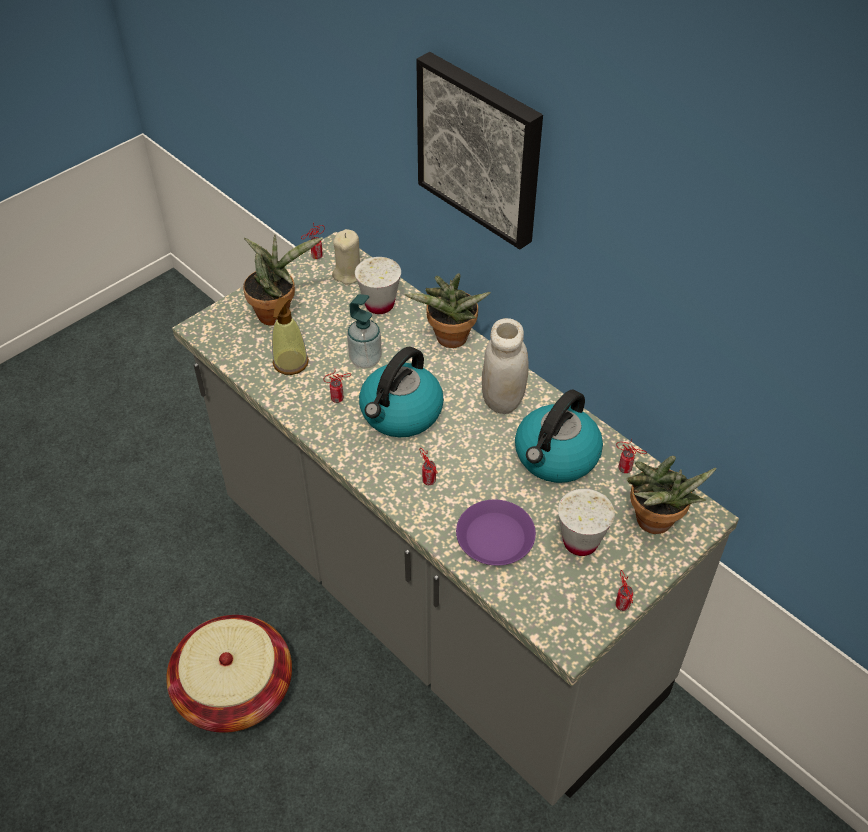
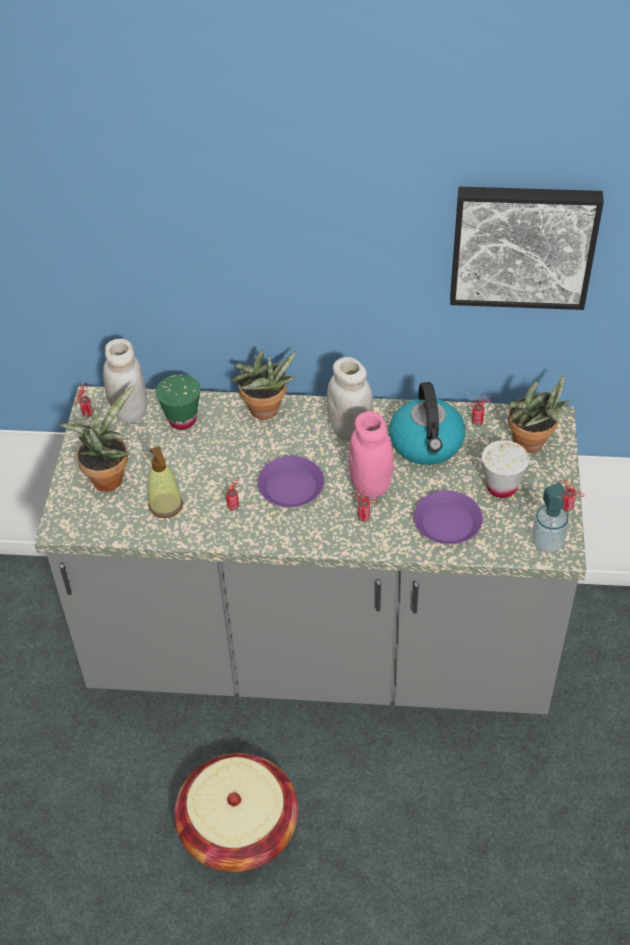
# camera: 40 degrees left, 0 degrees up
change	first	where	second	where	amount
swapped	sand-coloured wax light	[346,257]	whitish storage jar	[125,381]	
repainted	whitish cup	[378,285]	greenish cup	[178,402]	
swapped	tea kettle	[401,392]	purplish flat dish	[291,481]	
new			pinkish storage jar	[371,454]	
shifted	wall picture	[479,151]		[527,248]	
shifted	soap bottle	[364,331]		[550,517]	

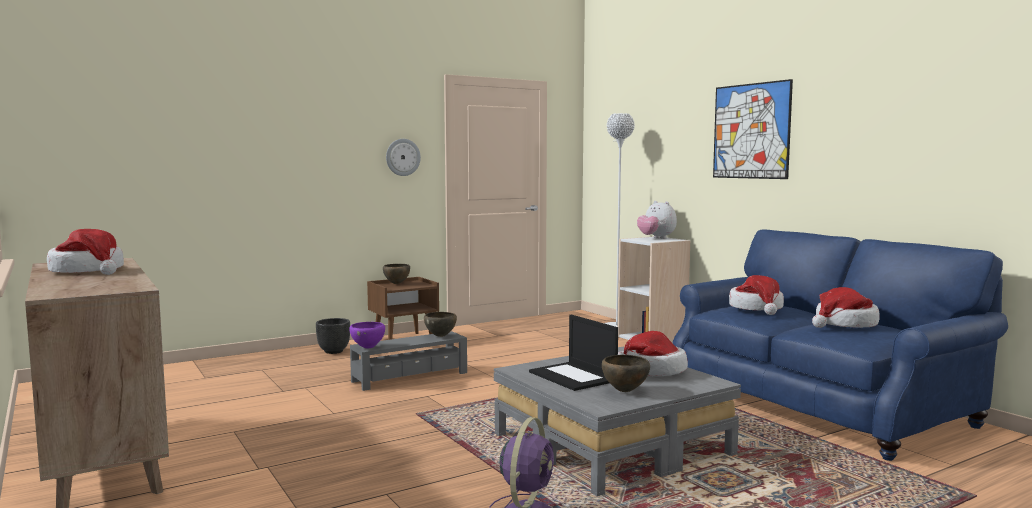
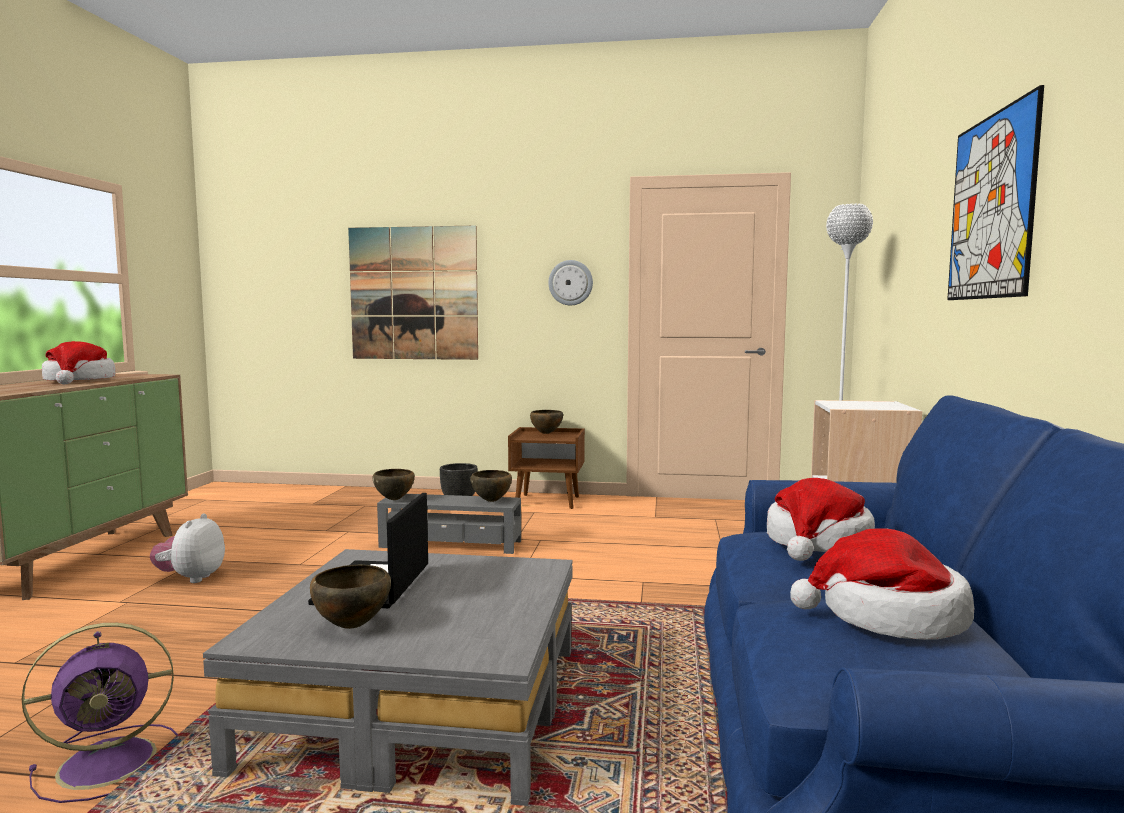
# camera: 40 degrees right, 0 degrees up
change	first	where	second	where	amount
shifted	cuddly toy	[657,220]		[187,548]	
new			wall picture	[413,293]	
repainted	purplish bowl	[367,335]	brown-coloured bowl	[394,484]	
gone	wearable hat	[653,353]			

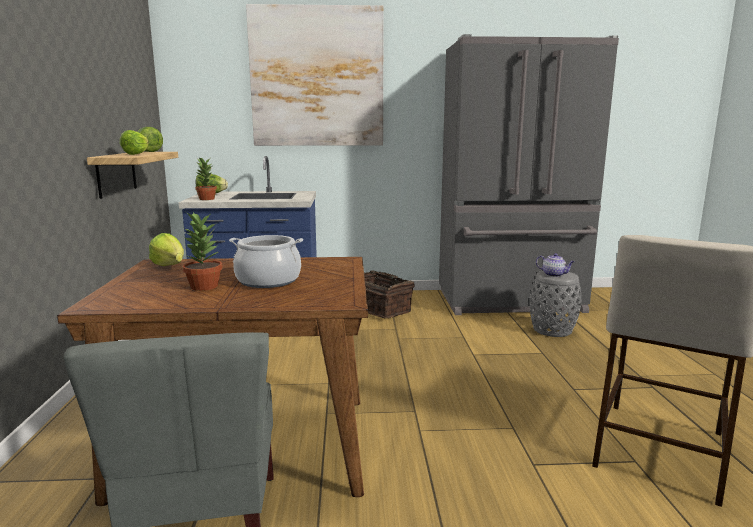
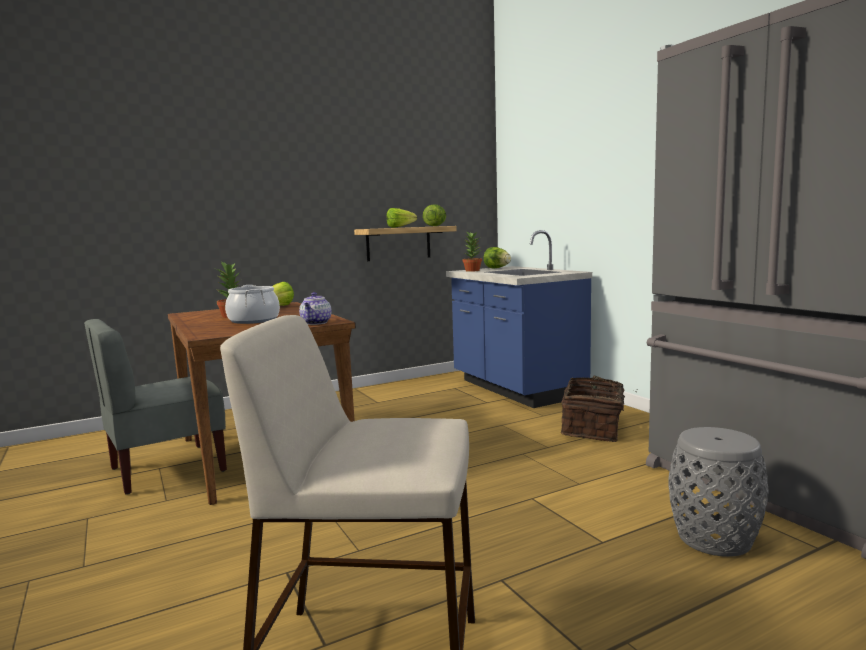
# camera: 65 degrees right, 5 degrees down
change	first	where	second	where	amount
shifted	tea pot	[555,265]		[315,308]	
gone	wall picture	[315,75]			

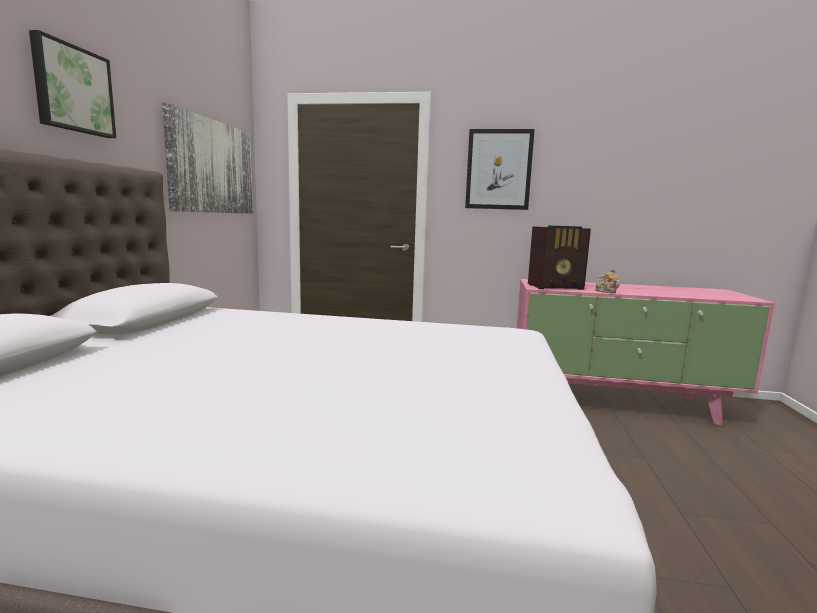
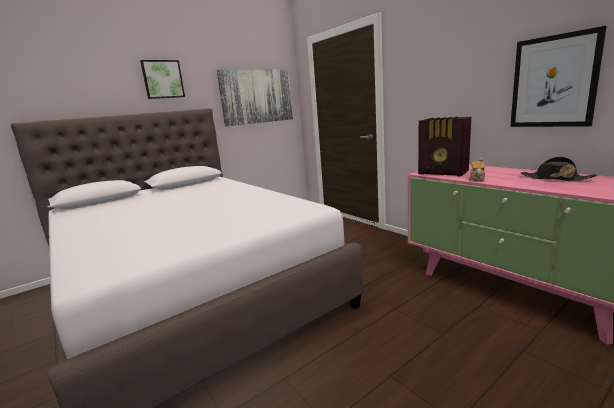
# camera: 45 degrees right, 5 degrees up
change	first	where	second	where	amount
shifted	wall picture	[500,169]		[558,76]	
new			blackish wearable hat	[558,169]	

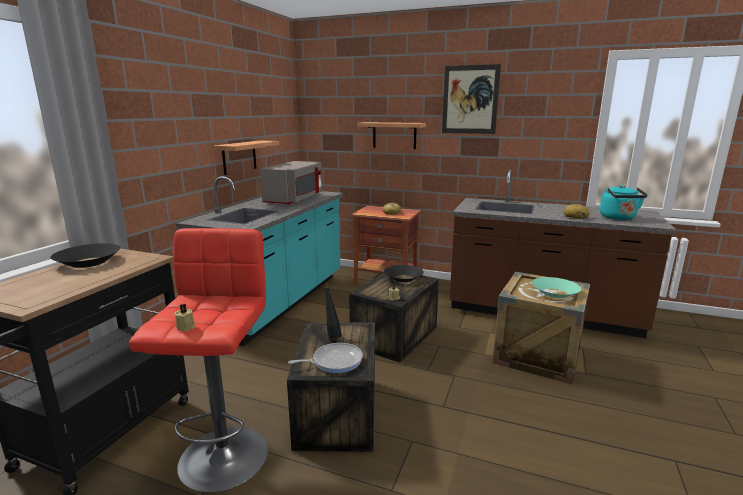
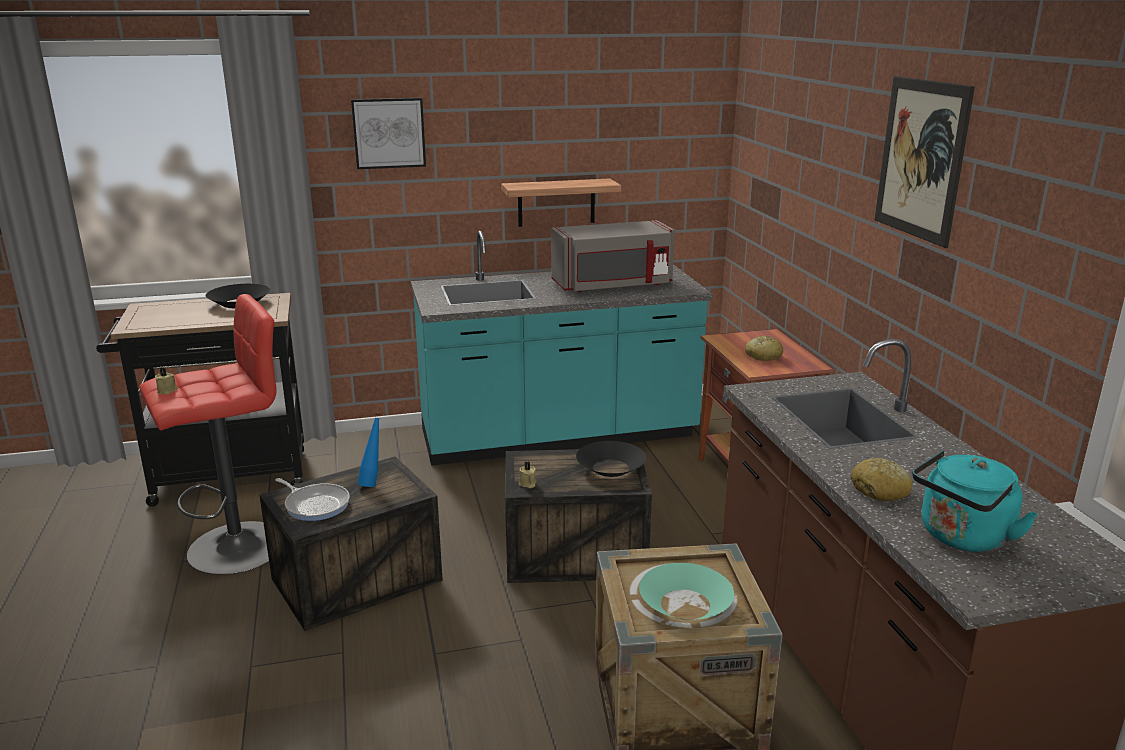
# camera: 55 degrees right, 5 degrees up
change	first	where	second	where	amount
new			wall picture	[388,133]	
repainted	blackish drink bottle	[333,311]	bluish drink bottle	[369,449]	
gone	shelf	[391,135]			

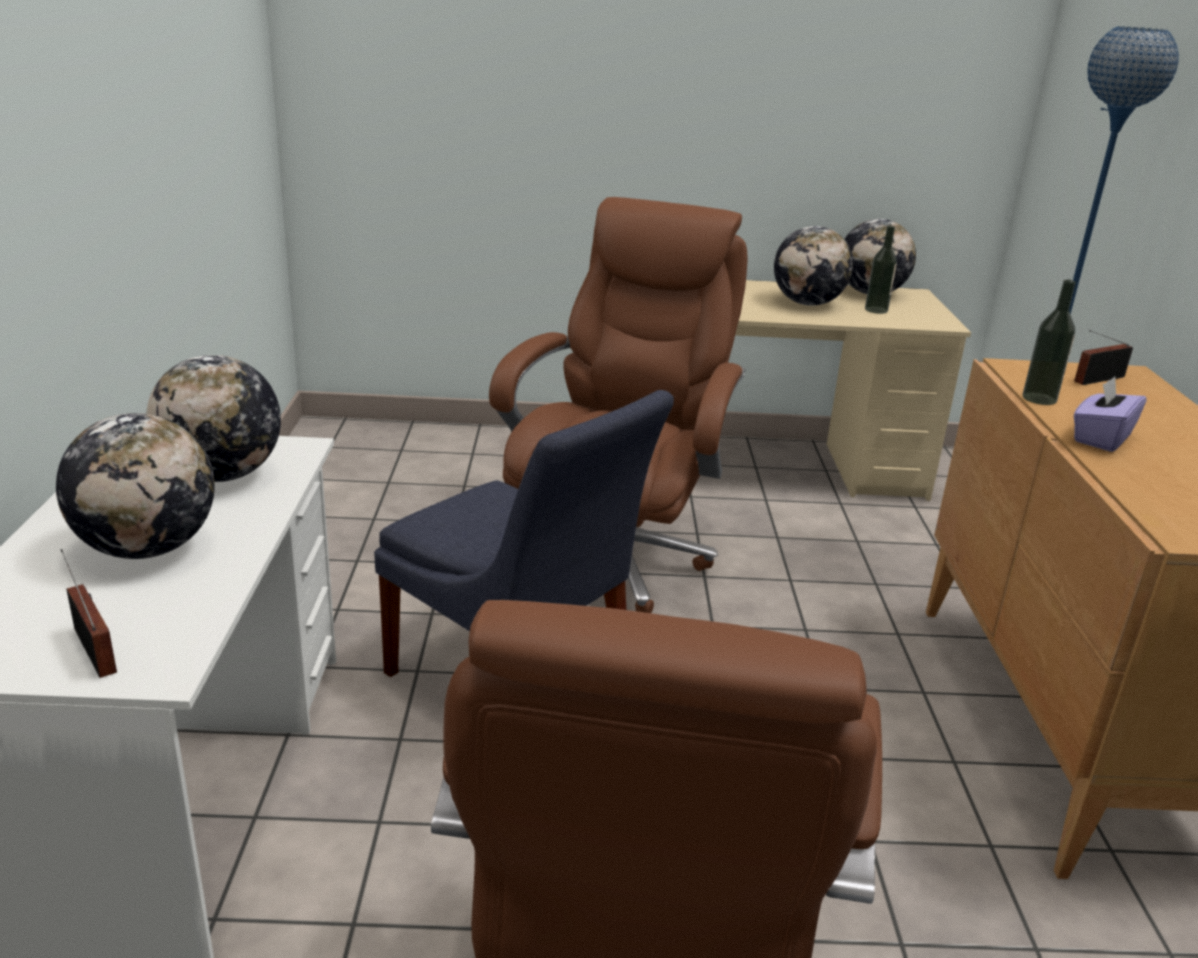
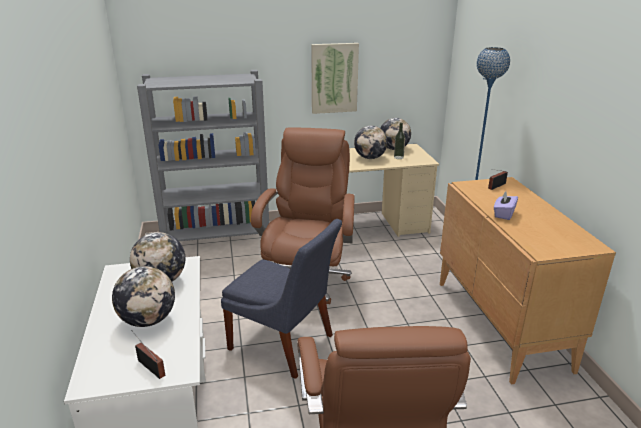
# camera: 10 degrees left, 0 degrees up
change	first	where	second	where	amount
new			gray bookcase	[203,155]	
new			wall picture	[335,78]	
gone	drink bottle	[1049,342]			

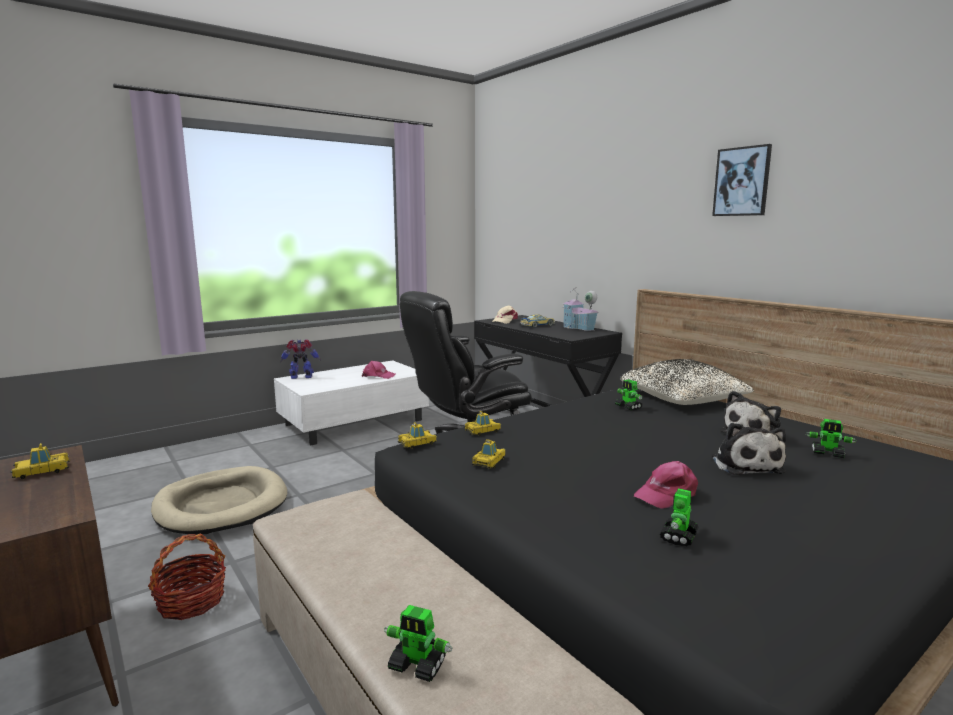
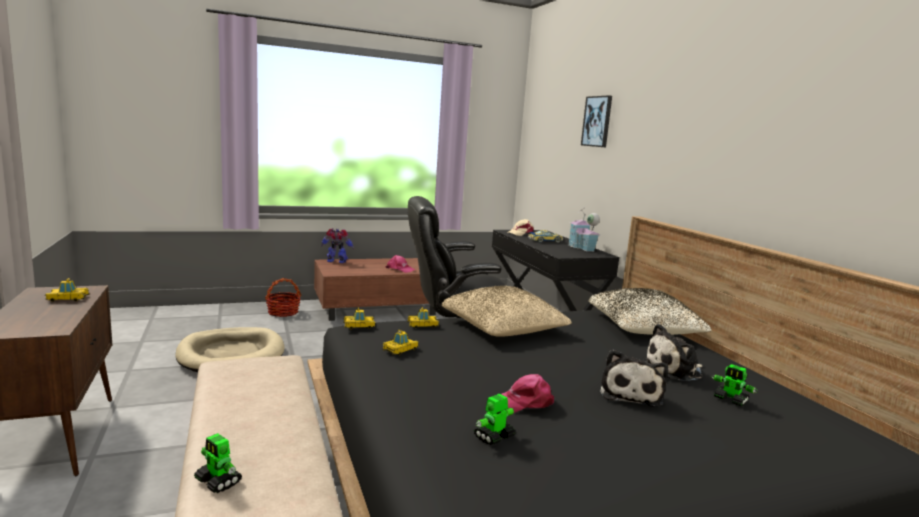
# camera: 15 degrees right, 0 degrees up
change	first	where	second	where	amount
shifted	household basket	[187,576]		[283,297]	
repainted	whitish lounge table	[351,402]	brown-coloured lounge table	[375,289]	
new			sand-coloured cushion	[507,311]	
shifted	wall picture	[742,180]		[596,121]	
gone	model robot	[628,395]			

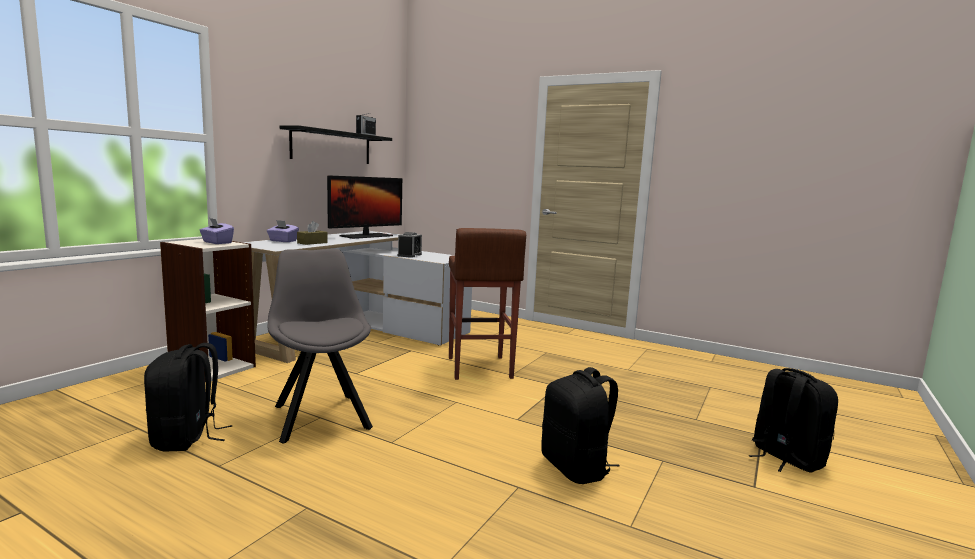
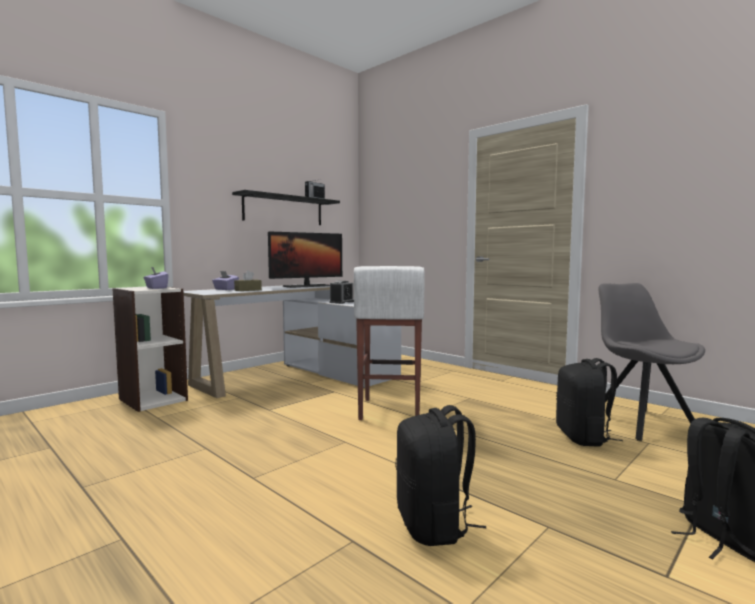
# camera: 15 degrees right, 5 degrees down
change	first	where	second	where	amount
repainted	brown-coloured sitting stool	[487,304]	whitish sitting stool	[389,343]	
shifted	blackish backpack	[188,397]		[589,402]	
shifted	gray plain chair	[320,346]		[651,362]	

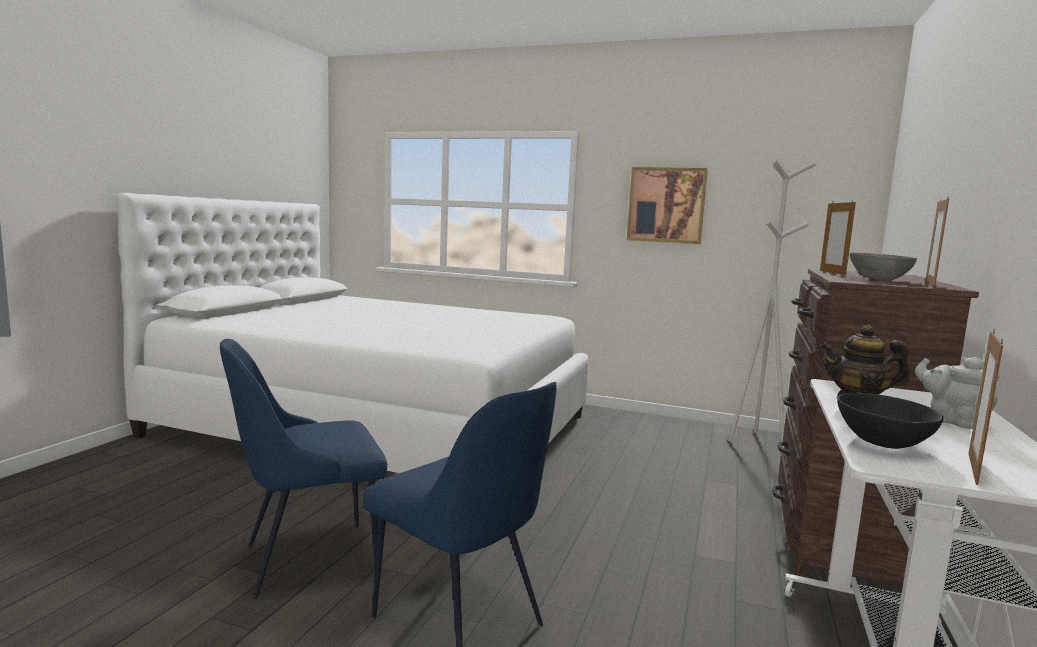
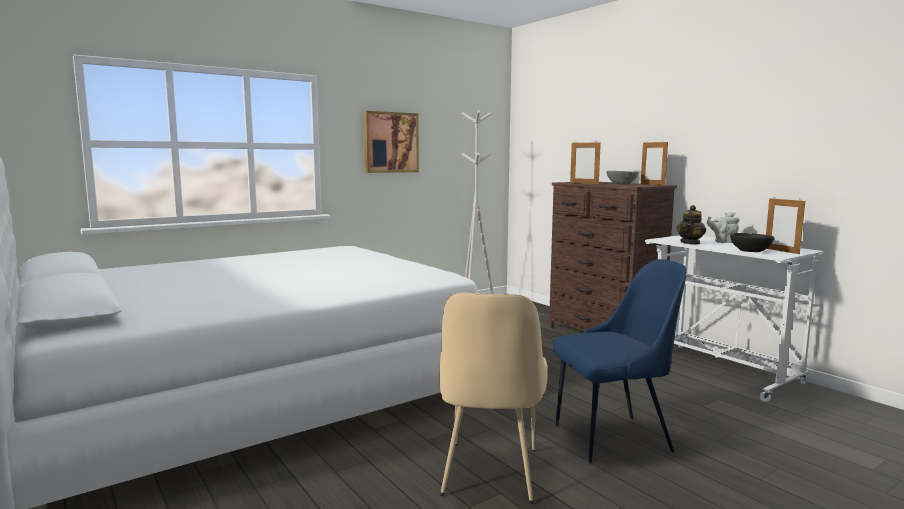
# camera: 55 degrees left, 0 degrees up
change	first	where	second	where	amount
repainted	bluish plain chair	[303,469]	sand-coloured plain chair	[493,398]	

